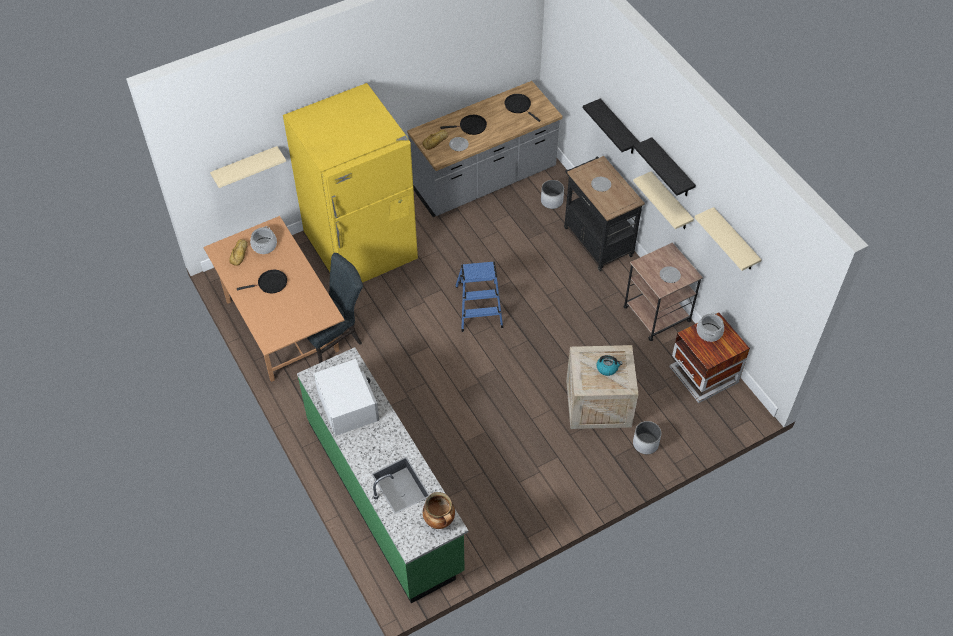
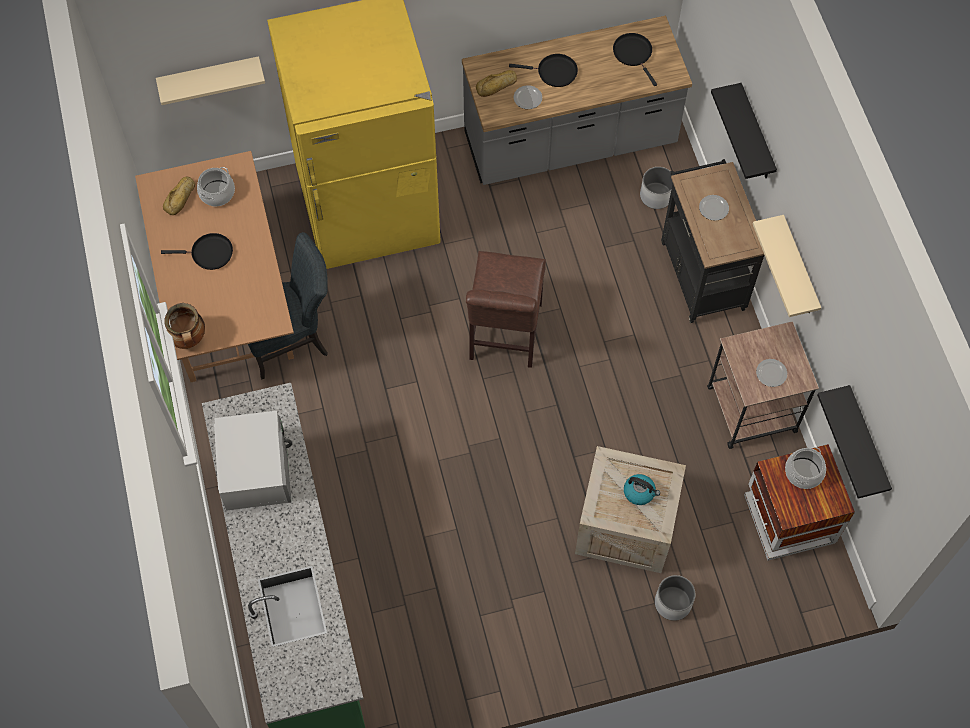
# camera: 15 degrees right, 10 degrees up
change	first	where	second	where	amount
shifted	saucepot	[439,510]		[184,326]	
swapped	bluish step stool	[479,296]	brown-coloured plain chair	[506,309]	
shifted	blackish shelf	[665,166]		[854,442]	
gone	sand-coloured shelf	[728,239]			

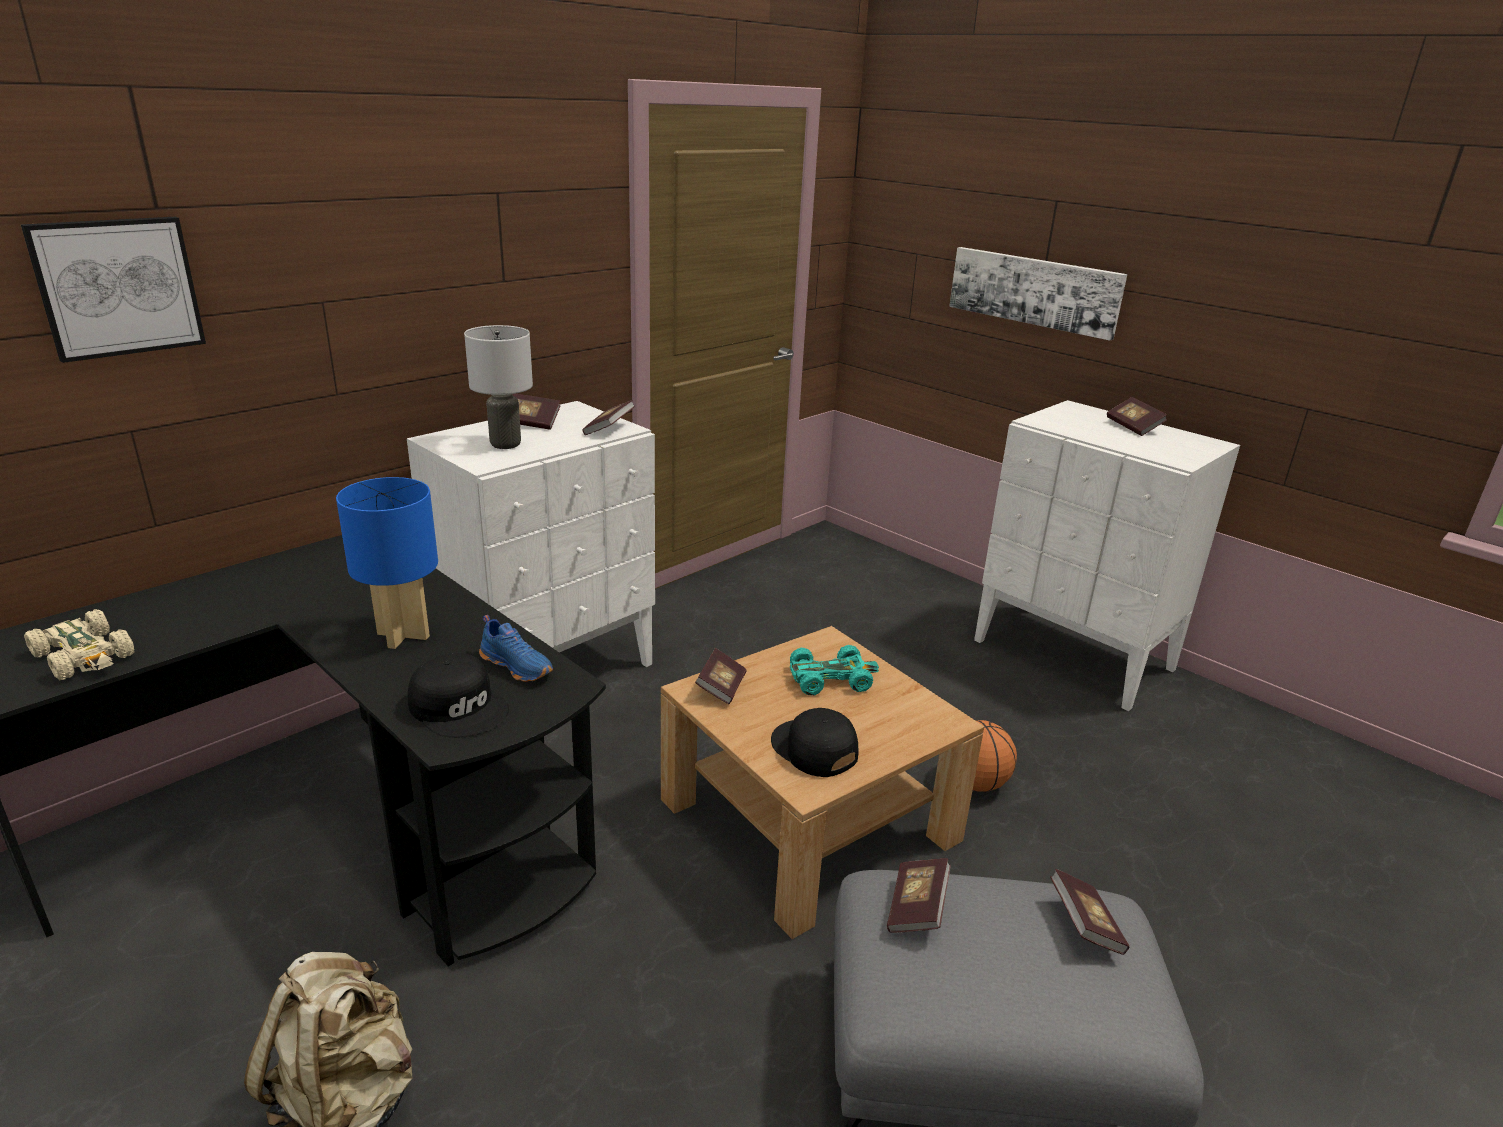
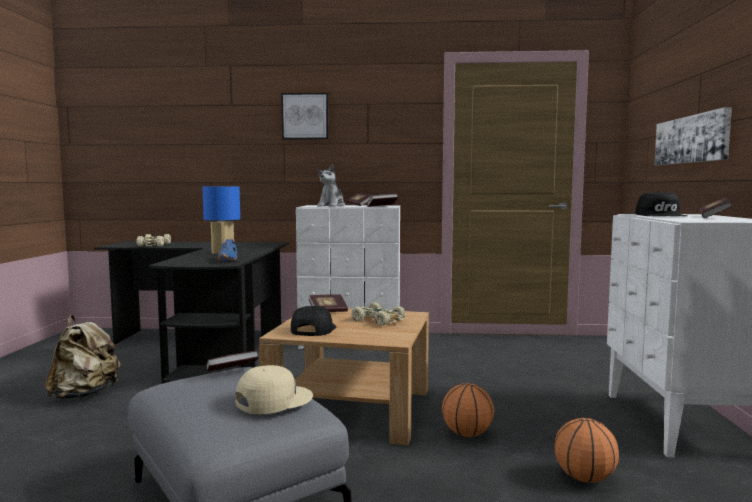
# camera: 50 degrees right, 20 degrees down
change	first	where	second	where	amount
swapped	bound book	[1089,912]	sand-coloured baseball cap	[274,389]	
shifted	wall picture	[113,290]		[305,116]	
swapped	whitish lamp for a table	[498,387]	cuddly toy	[331,185]	
repainted	blue-green miniature car	[834,670]	sand-coloured miniature car	[378,314]	
new			basketball ball	[586,450]	
shifted	blackish baseball cap	[458,695]		[661,203]	

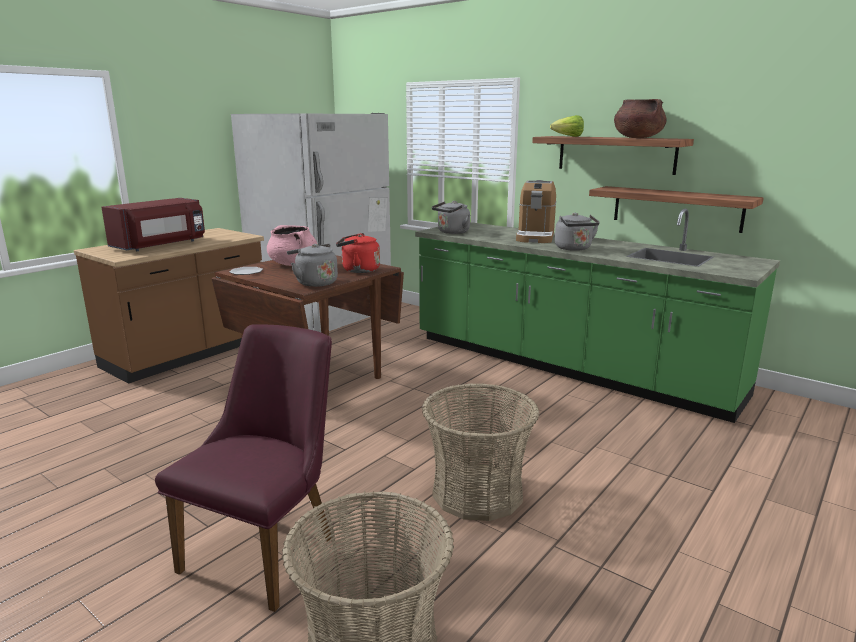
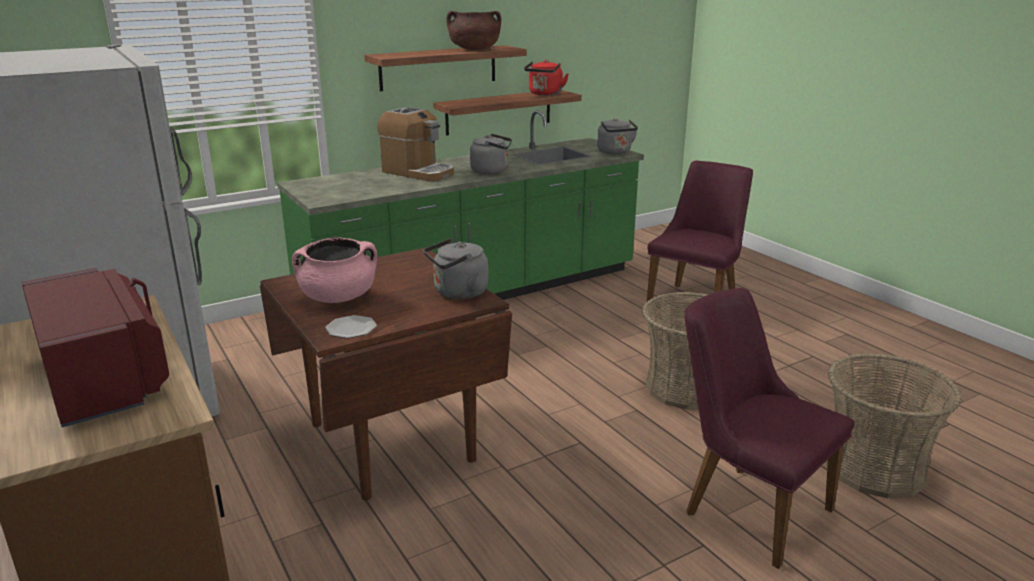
# camera: 70 degrees left, 5 degrees up
change	first	where	second	where	amount
shifted	red-coloured tea kettle	[358,253]		[546,77]	
shifted	gray tea kettle	[451,217]		[617,136]	
new			purplish plain chair	[700,233]	
gone	lettuce head	[567,126]			

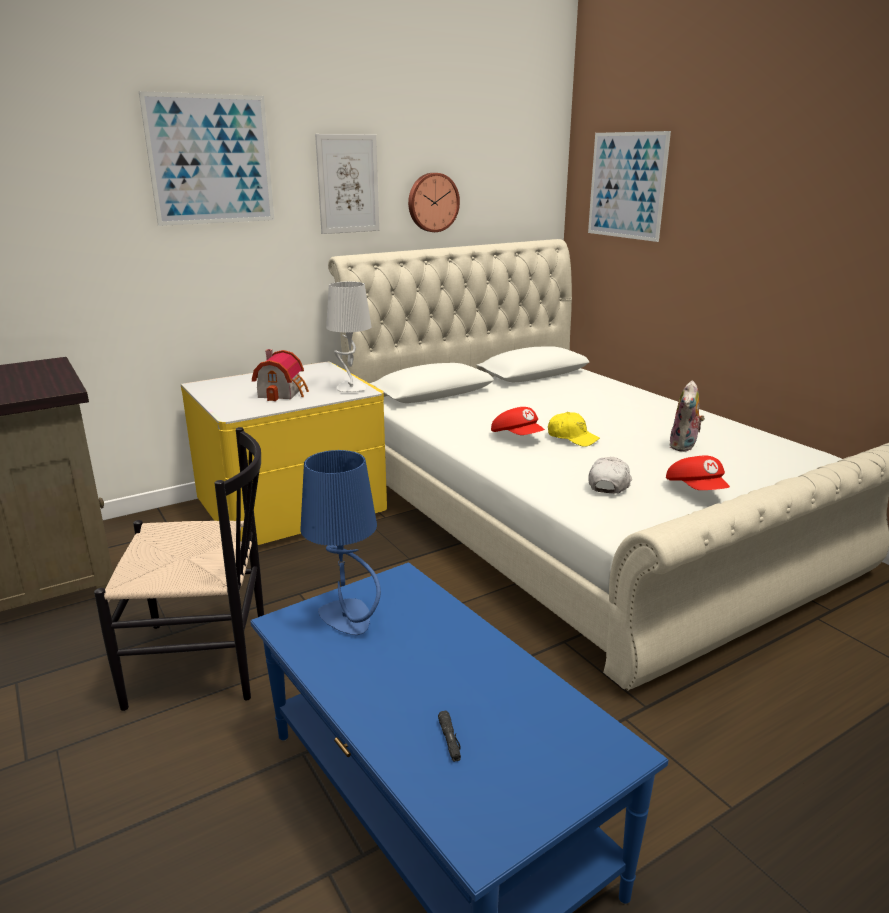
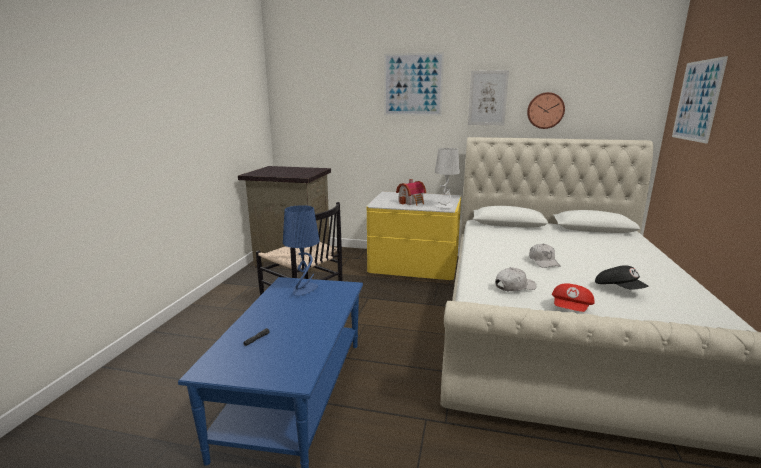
# camera: 45 degrees right, 5 degrees down
change	first	where	second	where	amount
repainted	yellowish baseball cap	[574,429]	whitish baseball cap	[544,256]	
swapped	cuddly toy	[687,416]	blackish baseball cap	[621,277]	
gone	red-coloured baseball cap	[518,421]			

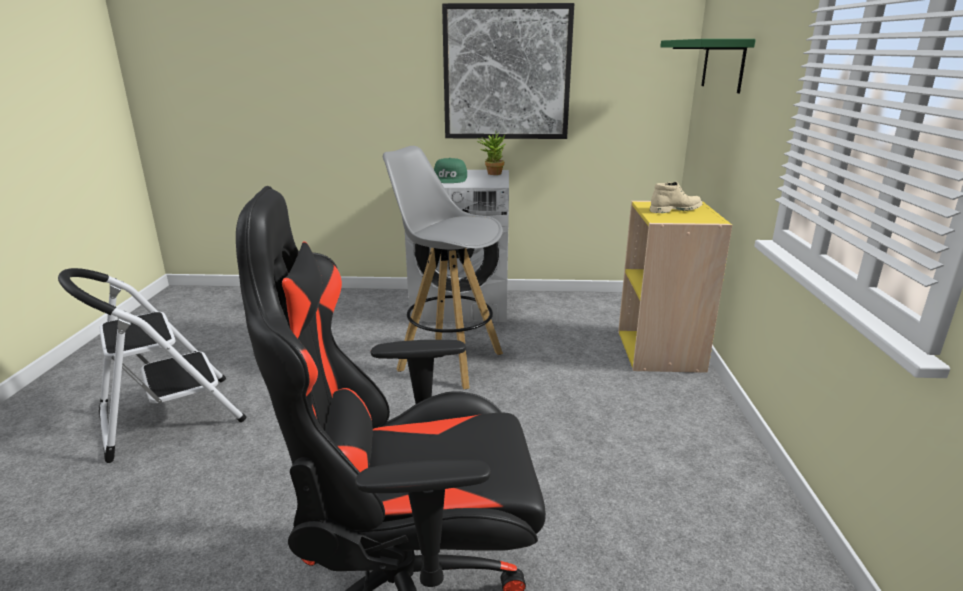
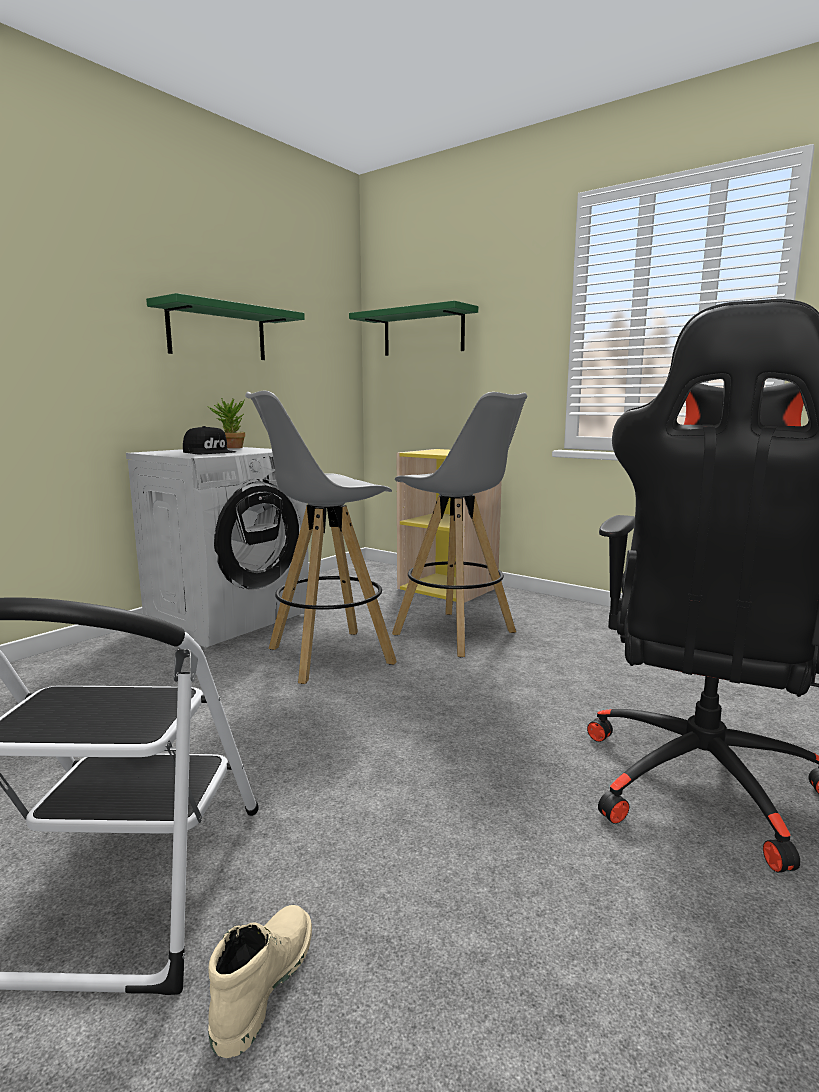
# camera: 55 degrees left, 10 degrees down
change	first	where	second	where	amount
swapped	wall picture	[508,71]	greenish shelf	[225,326]	
repainted	greenish baseball cap	[450,170]	blackish baseball cap	[209,440]	
shifted	sand-coloured boot	[676,197]		[260,981]	
new			gray sitting stool	[459,524]	

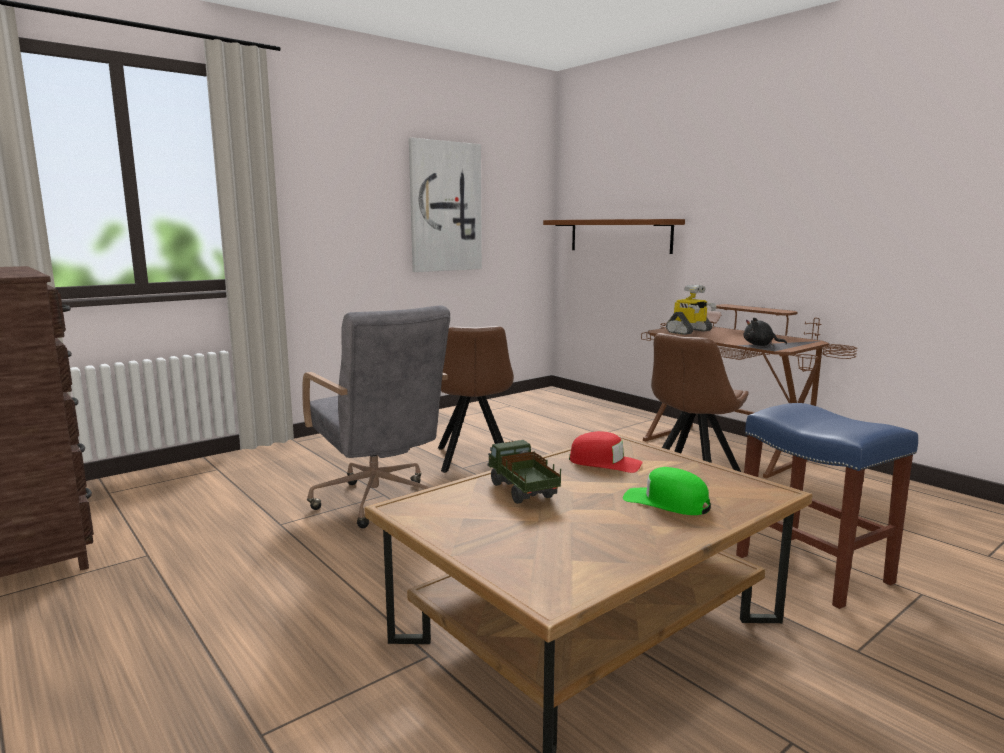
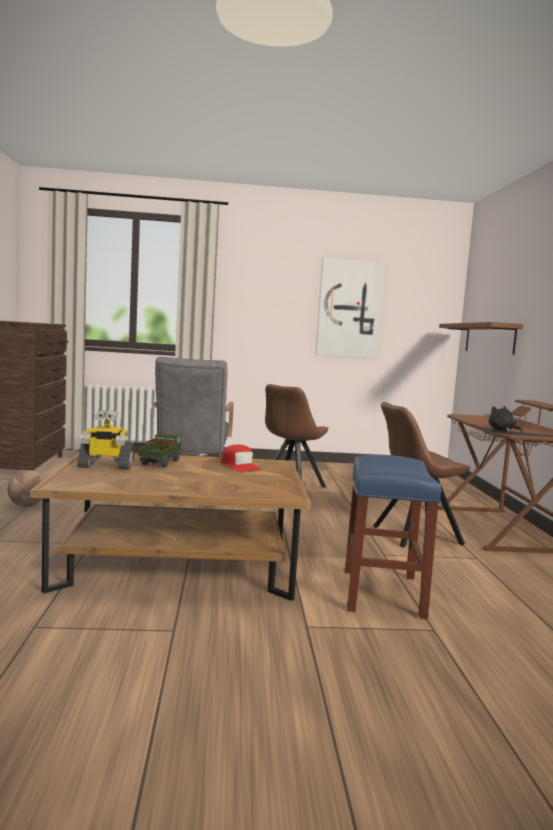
# camera: 35 degrees right, 5 degrees down
change	first	where	second	where	amount
new			basketball ball	[25,488]	
shifted	model robot	[691,310]		[105,440]	
gone	greenish baseball cap	[667,491]			

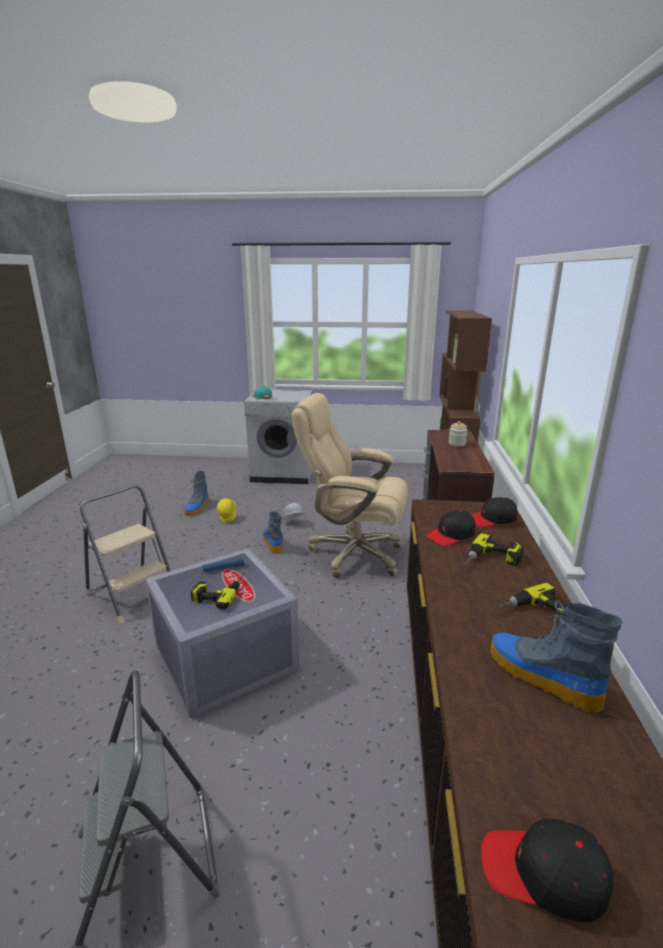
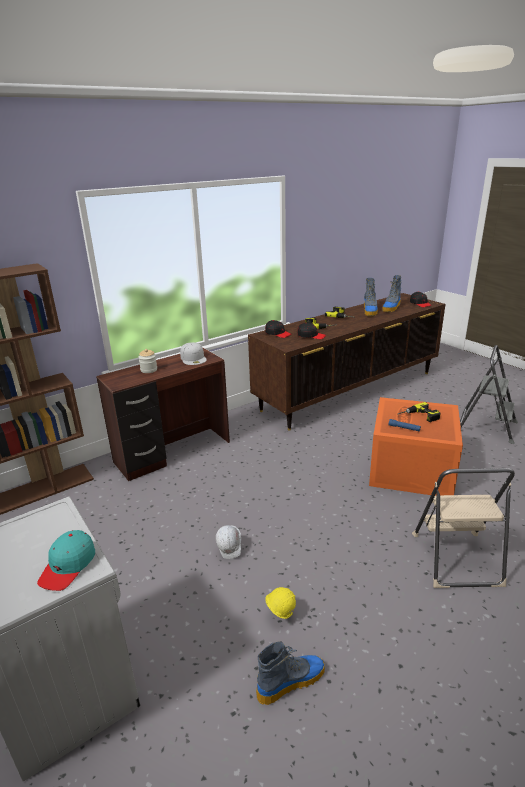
# camera: 130 degrees left, 5 degrees up
change	first	where	second	where	amount
new			whitish baseball cap	[193,353]	
repainted	gray storage bin	[222,633]	orangey storage bin	[416,446]	
shifted	boot	[273,532]		[392,293]	
gone	sand-coloured office chair	[349,485]			

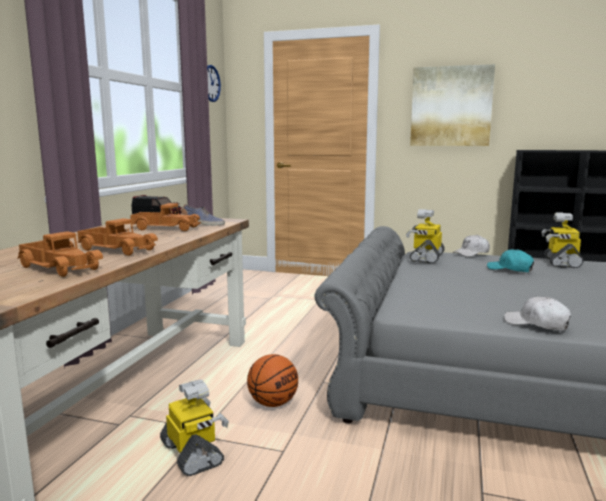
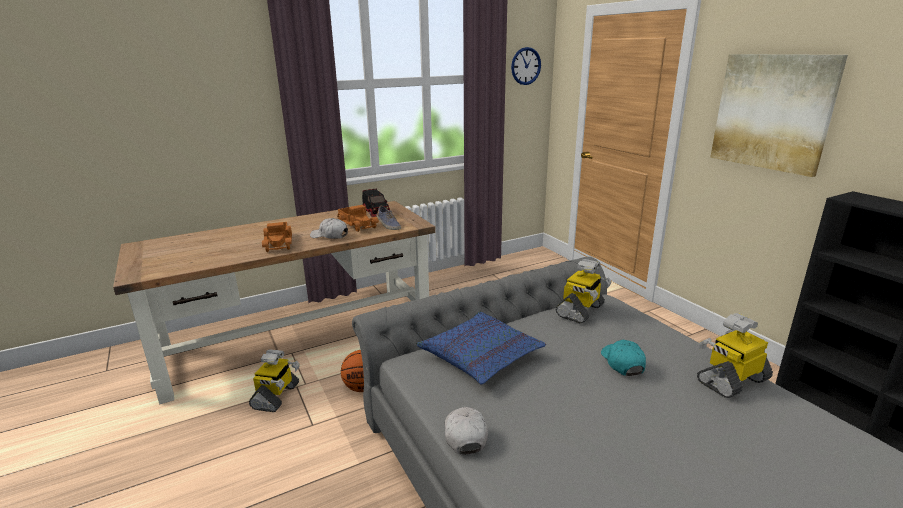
# camera: 45 degrees right, 10 degrees up
change	first	where	second	where	amount
shifted	whitish baseball cap	[471,246]		[329,228]	
new			bluish cushion	[481,348]	
rotated	model robot	[425,236]		[584,291]	150 degrees clockwise
gone	toy truck	[60,254]			

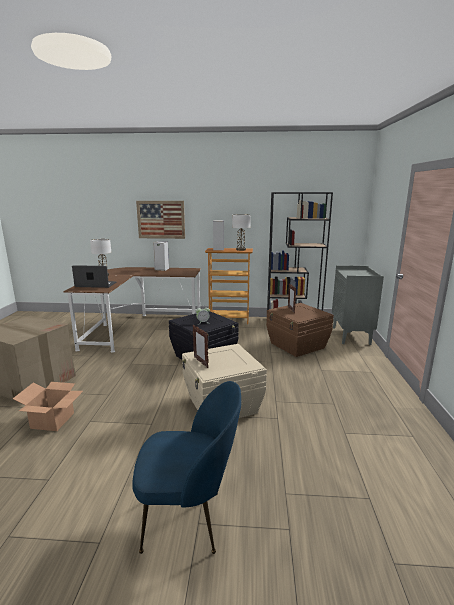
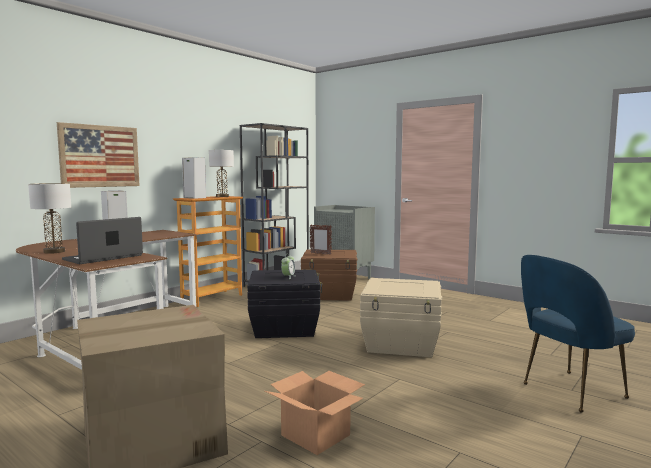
# camera: 55 degrees left, 10 degrees down
change	first	where	second	where	amount
rotated	bluish plain chair	[186,467]		[578,334]	150 degrees counterclockwise
gone	photo frame	[201,346]			

